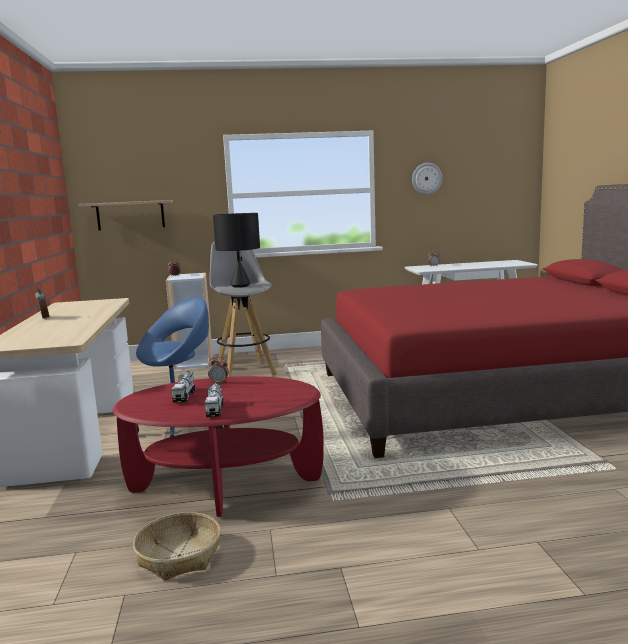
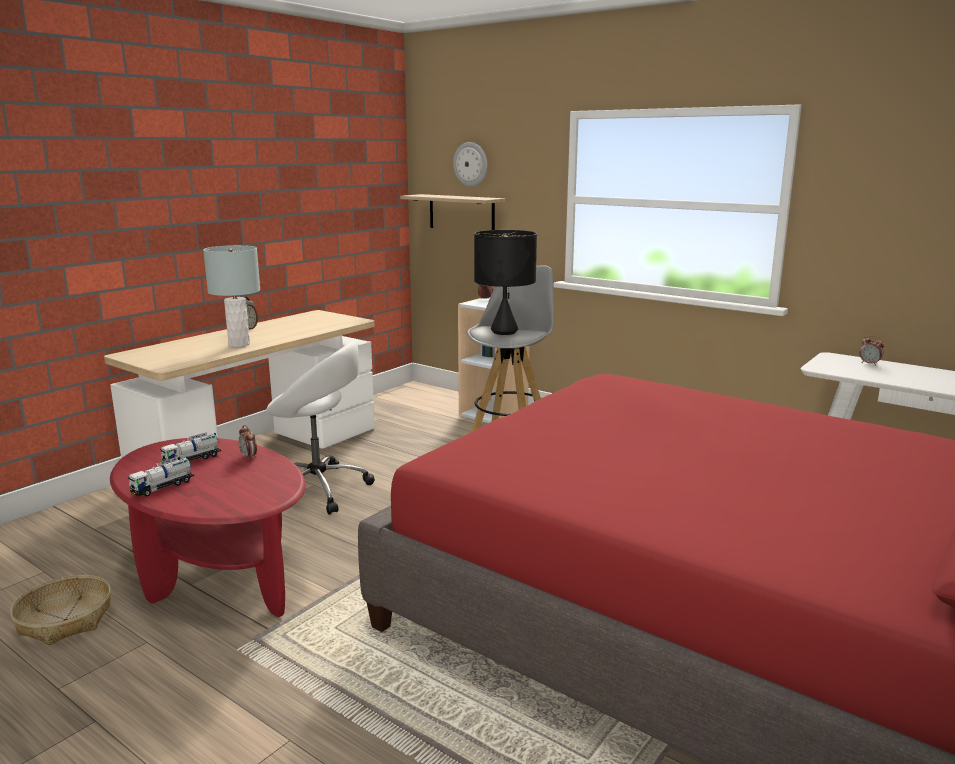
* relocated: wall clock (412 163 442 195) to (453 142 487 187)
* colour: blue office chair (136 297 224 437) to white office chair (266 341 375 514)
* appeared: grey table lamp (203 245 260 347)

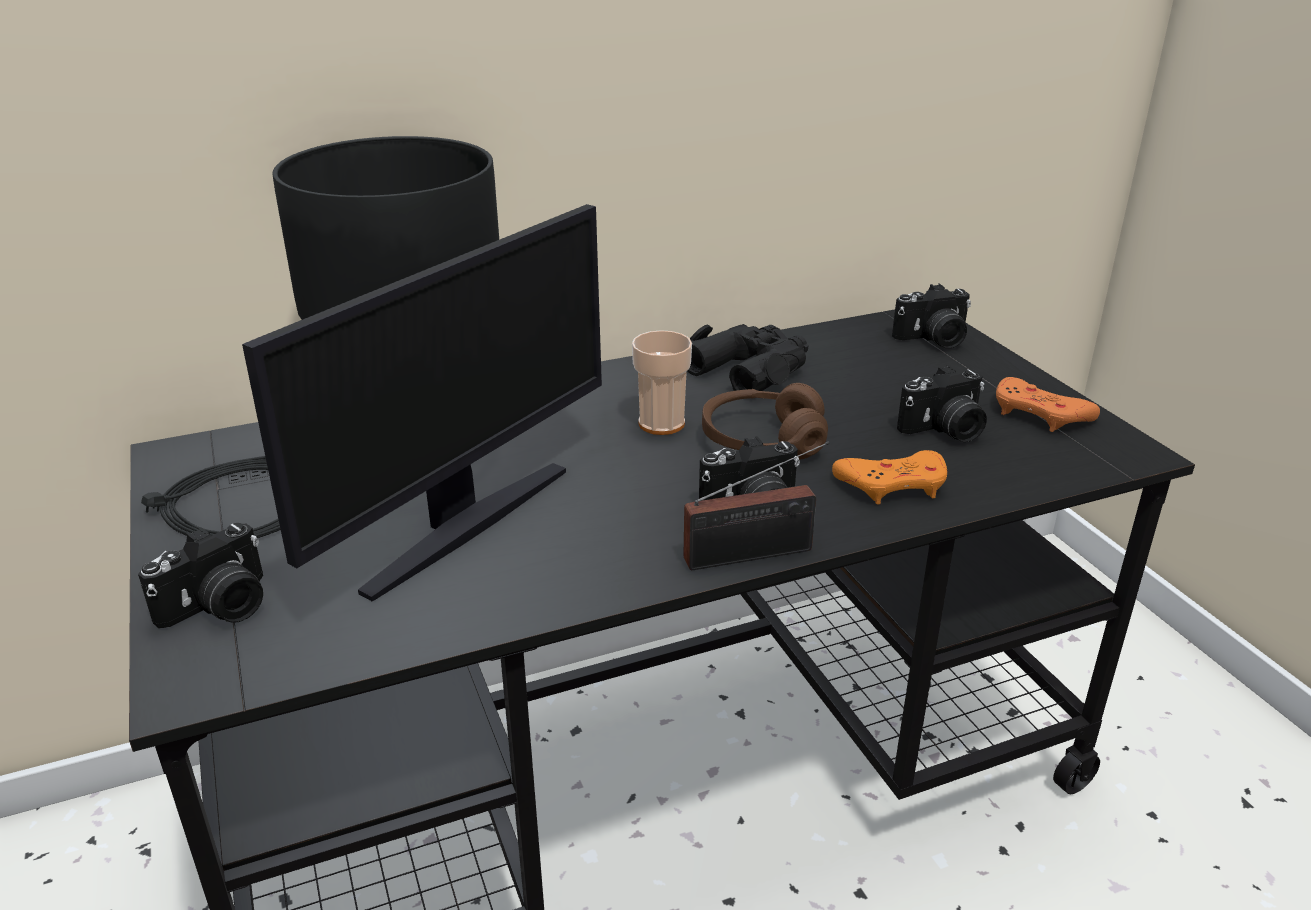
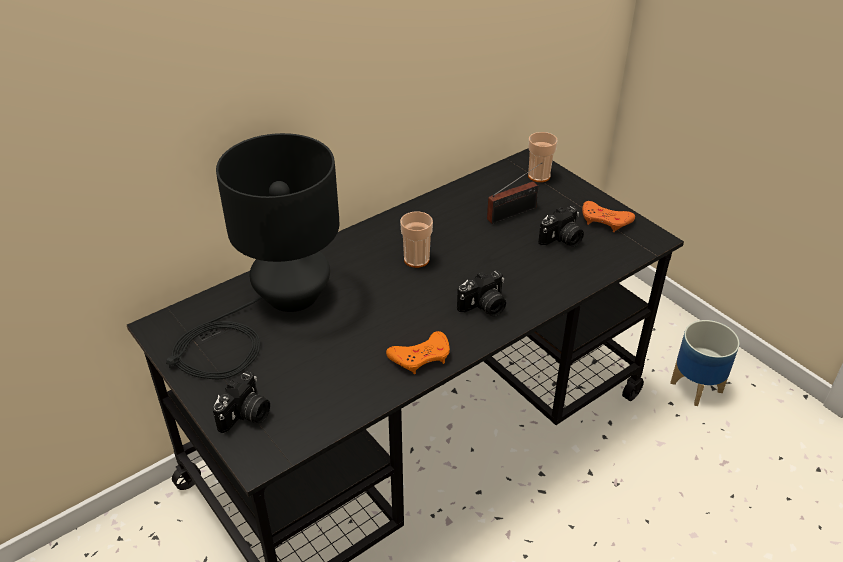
* missing: monitor (242 204 602 602)
* exchanged: photo camera (892 284 971 348) to cup (528 132 557 182)
* missing: black binoculars (687 324 809 391)
* missing: brown headphones (702 383 828 460)
* relocated: radio (683 441 830 570) to (487 163 542 224)
* relocated: orange game controller (832 450 947 504) to (386 331 450 374)
* appeared: planter (671 320 740 406)

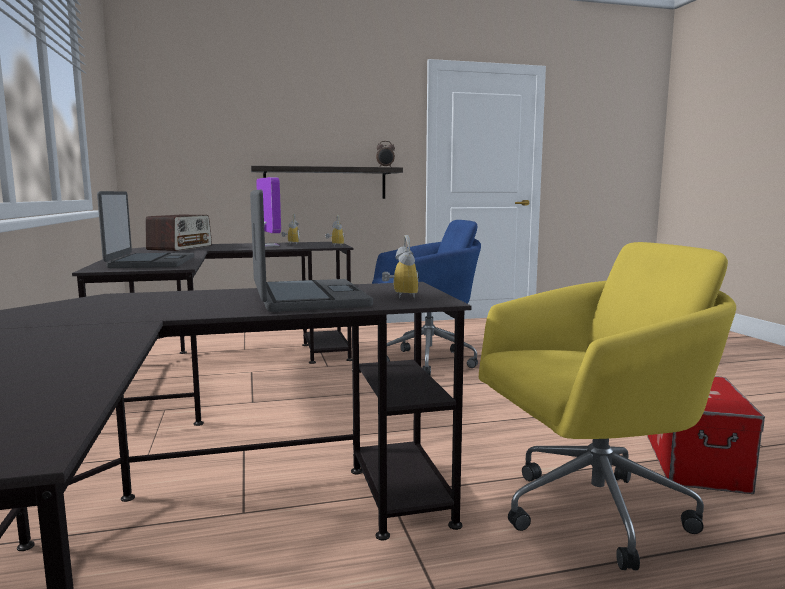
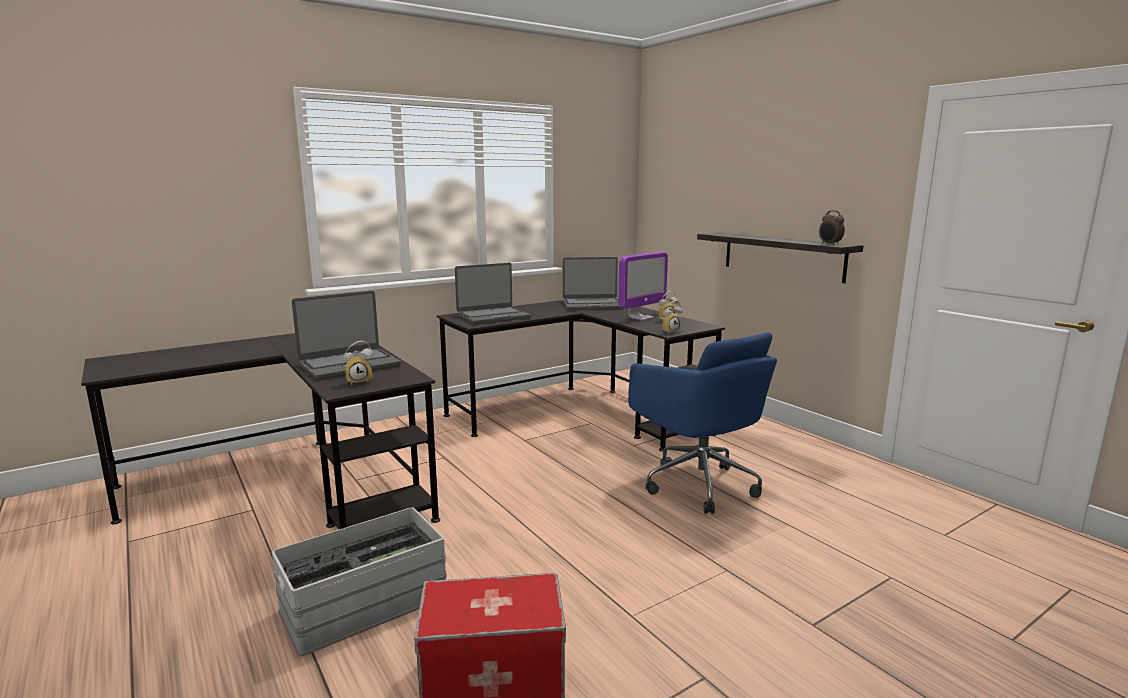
* exchanged: radio (146 215 212 251) to laptop (563 257 624 310)
* exchanged: yellow office chair (479 242 736 570) to grey storage box (272 507 447 656)

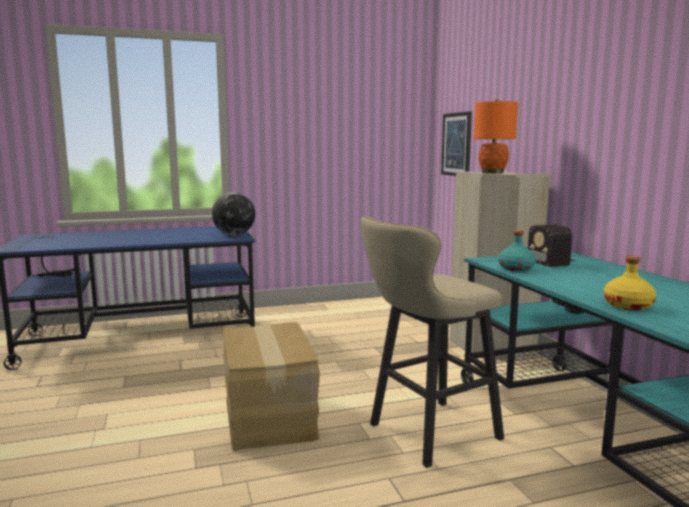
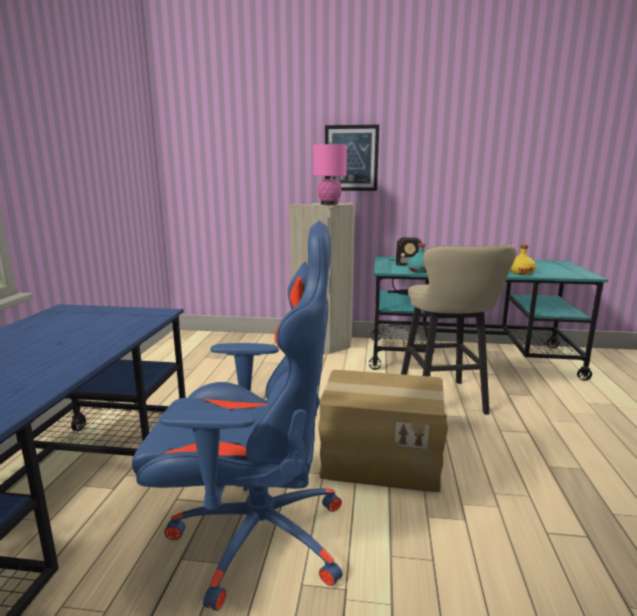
* colour: orange table lamp (474 99 518 174) to pink table lamp (313 142 347 205)
* relocated: picture (441 111 472 176) to (325 125 379 191)
* missing: globe (212 193 255 235)
* appeared: blue office chair (132 220 342 611)

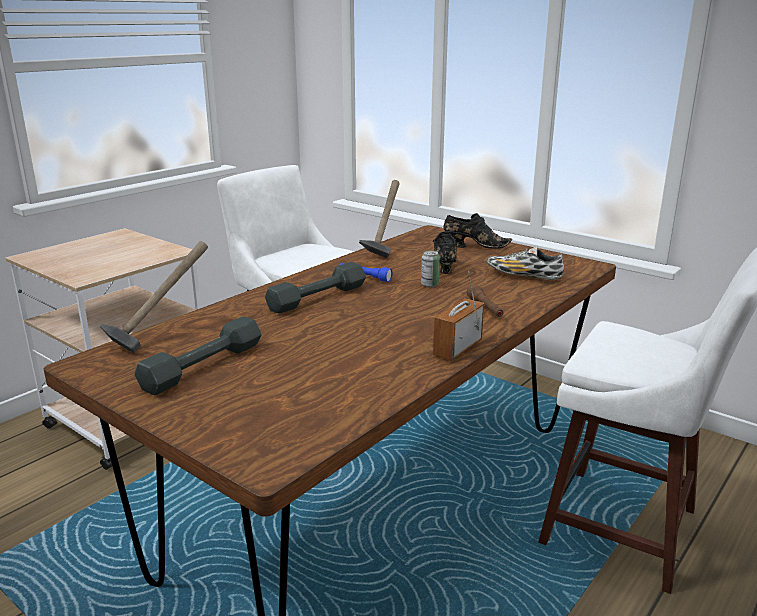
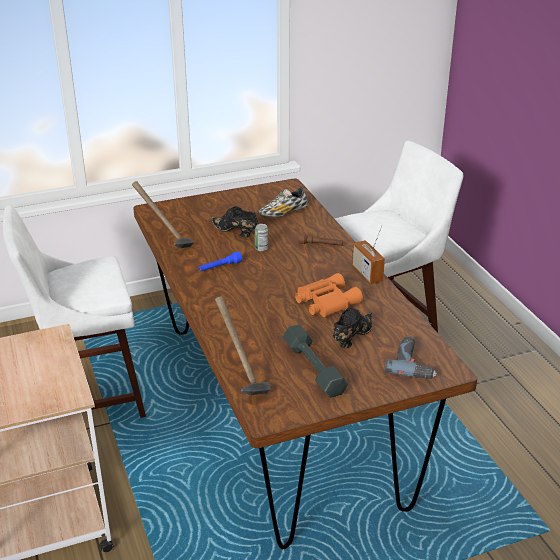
* relocated: black shoe (443 213 512 249) to (333 308 372 348)
* missing: grey dumbbell (265 262 366 313)
* appeared: orange binoculars (295 273 363 317)
* appeared: power drill (384 337 437 379)

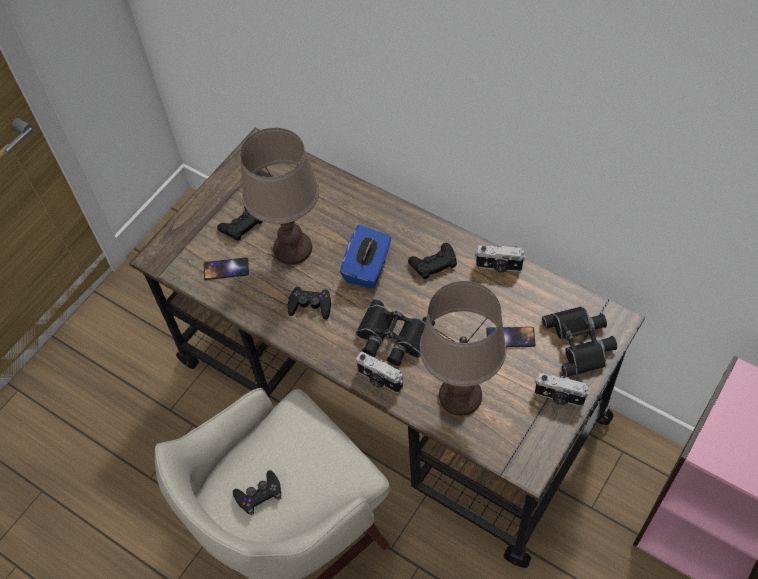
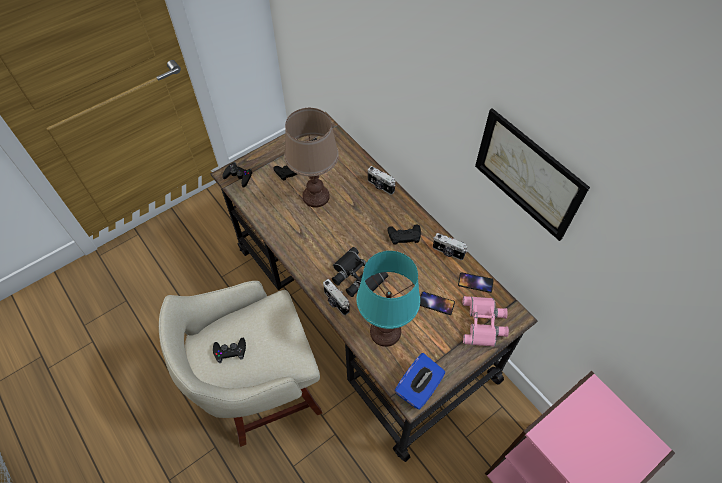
* relocated: blue tissue box (340 225 391 288) to (395 353 445 409)
* relocated: phone (204 257 249 280) to (458 272 493 293)
* colour: brown table lamp (420 281 506 416) to turquoise table lamp (356 251 420 347)
* relocated: black game controller (288 286 331 320) to (222 162 252 188)
* colour: black binoculars (542 306 617 377) to pink binoculars (463 296 509 347)
* relocated: photo camera (535 373 589 407) to (368 166 396 195)
* appeared: picture (475 108 590 241)

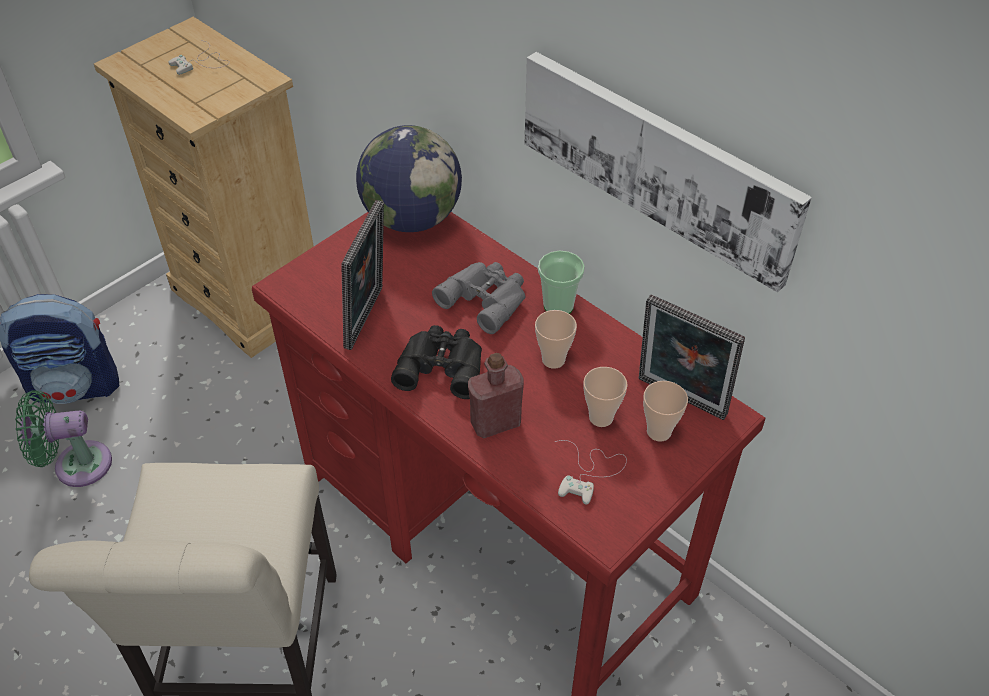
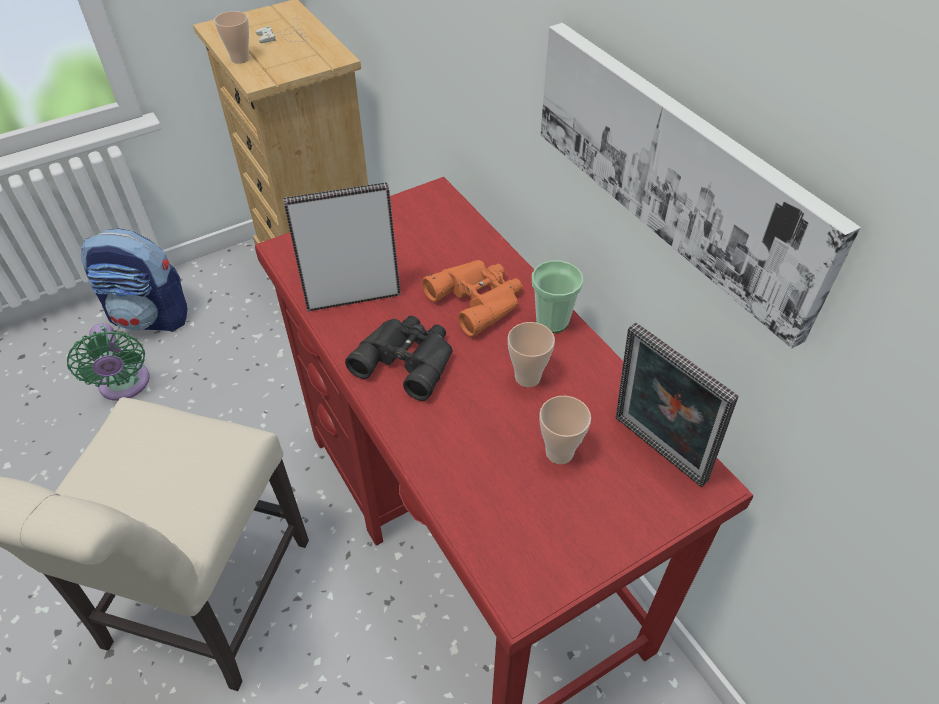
* missing: globe (356 125 462 232)
* spun: picture frame (341 200 384 350) = (283 182 401 311) 135 degrees counterclockwise
* colour: grey binoculars (432 262 525 334) to orange binoculars (422 260 523 337)
* missing: red bottle (468 353 524 439)
* relocated: cup (643 381 688 442) to (214 11 250 64)
* spun: green fan (15 390 112 487) = (67 323 150 401) 120 degrees counterclockwise
* missing: white game controller (555 440 627 505)

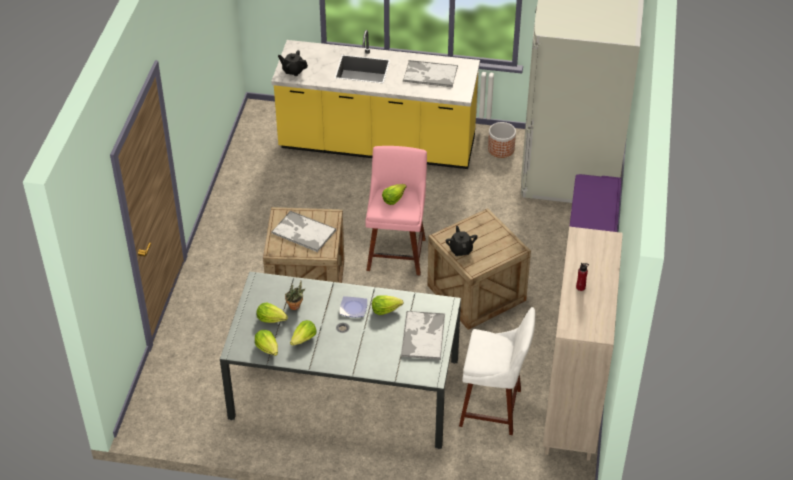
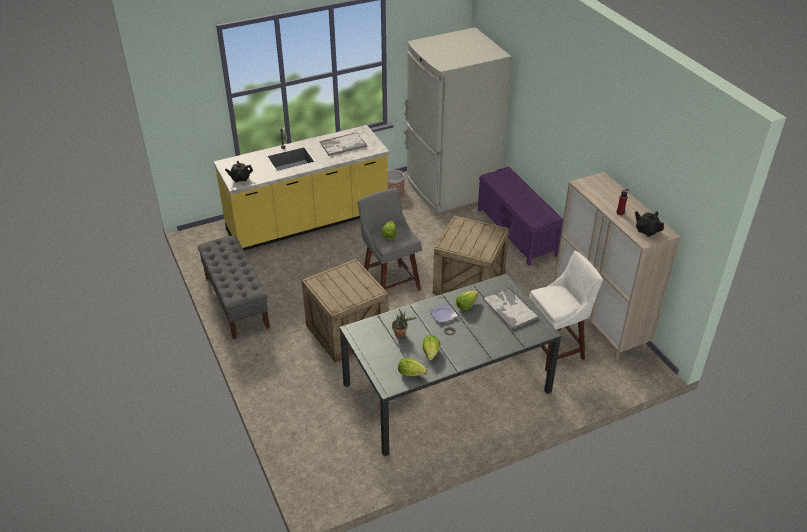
* colour: pink stool (365 146 427 275) to grey stool (358 188 422 291)
* missing: tray (271 210 336 252)
* relocated: black teapot (445 226 477 256) to (635 211 664 237)
* missing: lettuce (257 302 288 323)
* appeared: grey bench (198 235 270 339)

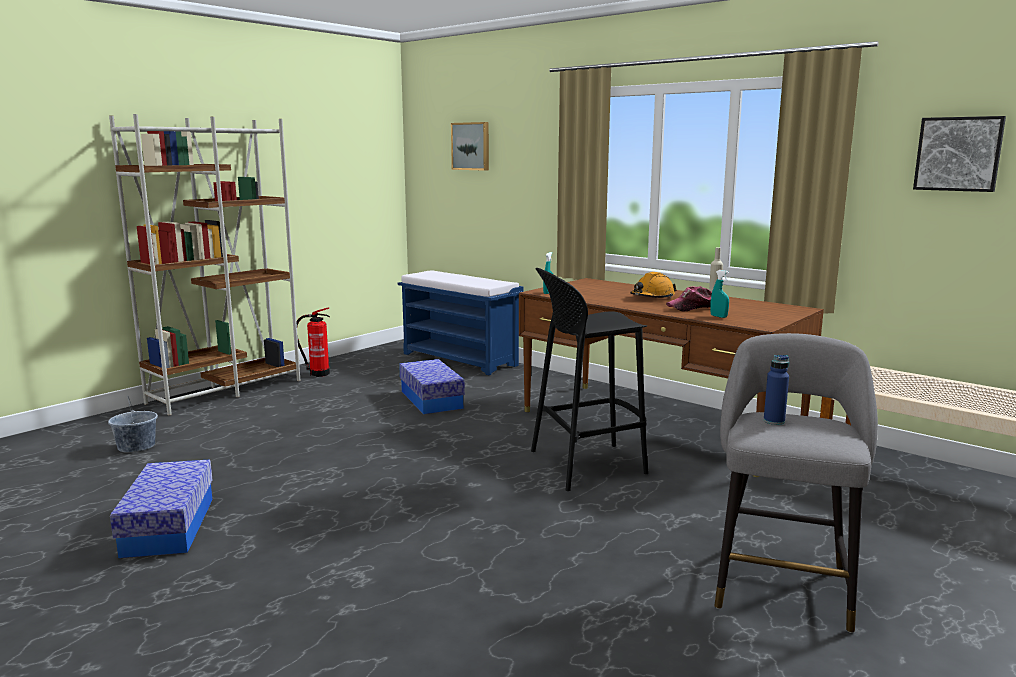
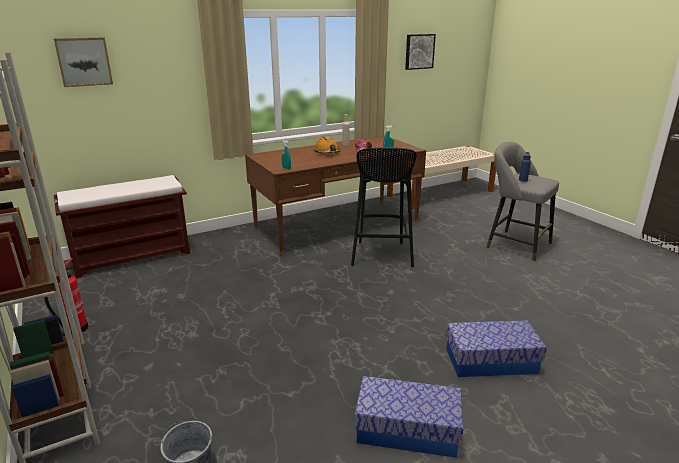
* colour: blue bench (398 270 524 375) to brown bench (54 175 190 279)
* relocated: storage box (399 359 465 414) to (446 320 547 377)

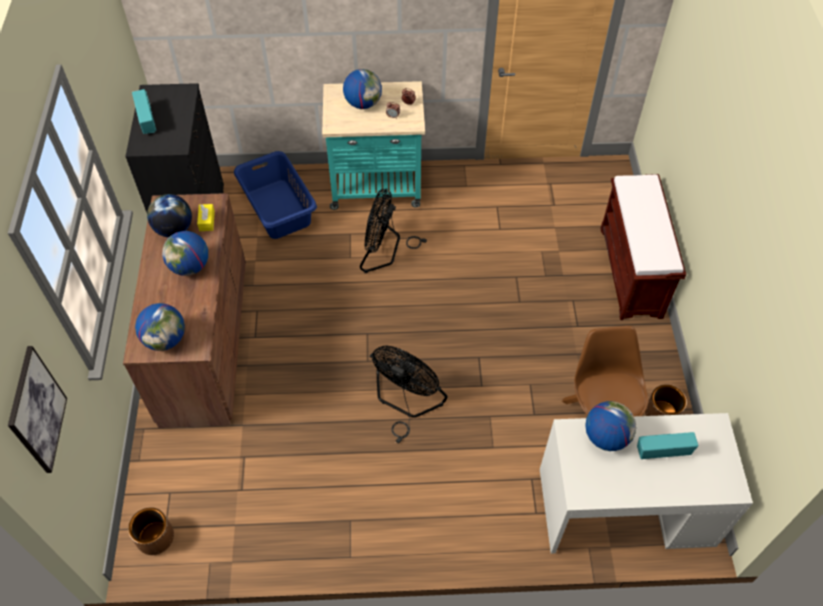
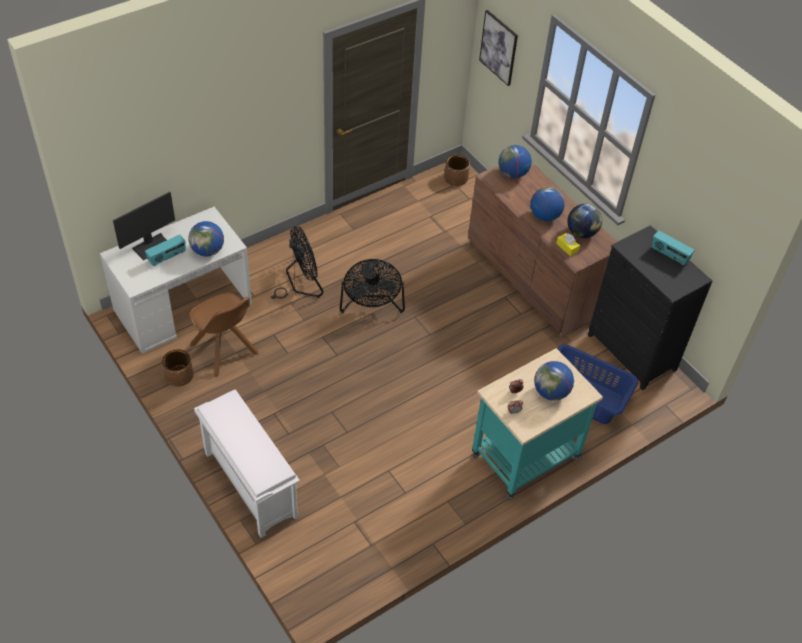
* colour: brown bench (600 174 686 320) to white bench (194 390 300 538)
* relocated: black fan (360 188 427 273) to (270 226 323 299)
* appeared: monitor (113 192 175 261)

